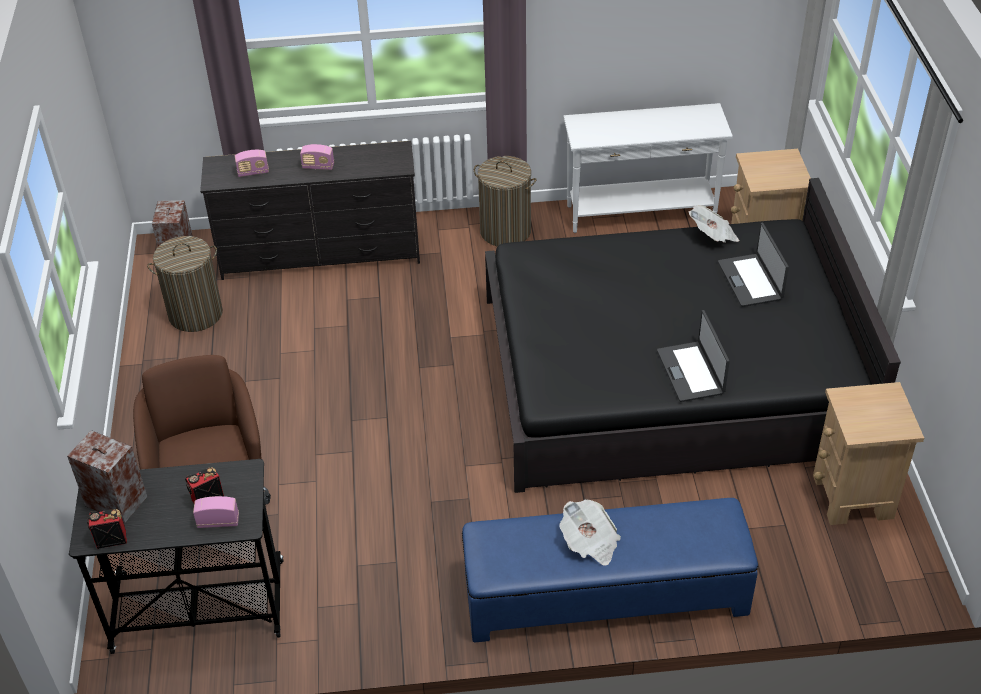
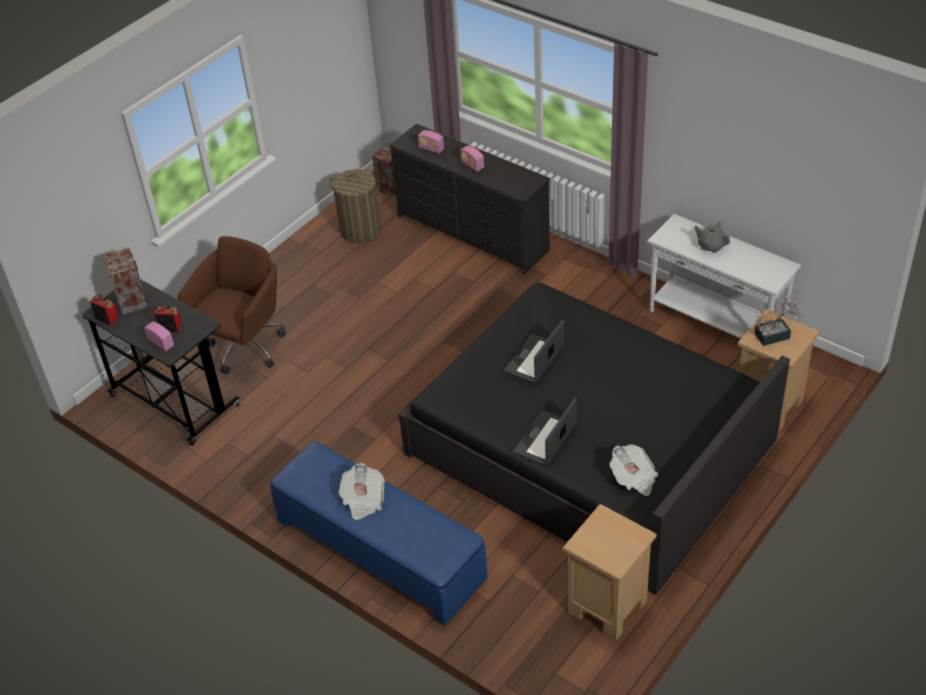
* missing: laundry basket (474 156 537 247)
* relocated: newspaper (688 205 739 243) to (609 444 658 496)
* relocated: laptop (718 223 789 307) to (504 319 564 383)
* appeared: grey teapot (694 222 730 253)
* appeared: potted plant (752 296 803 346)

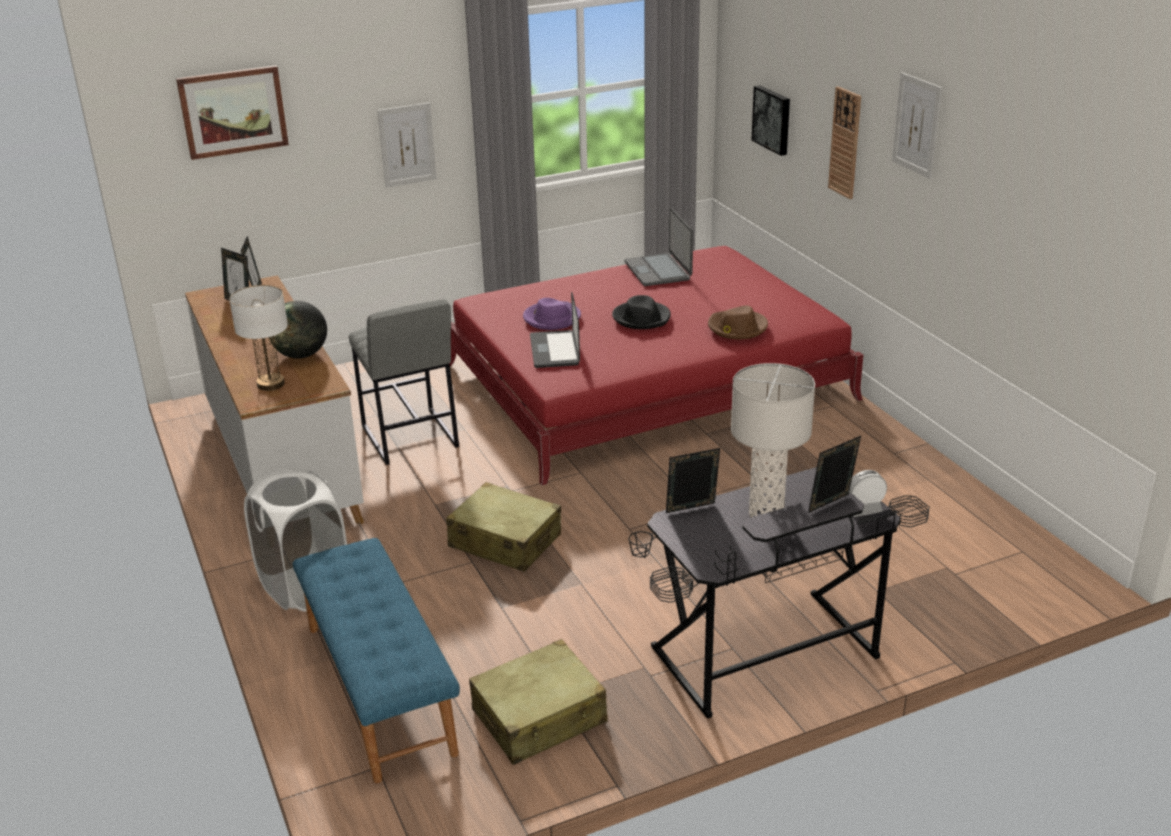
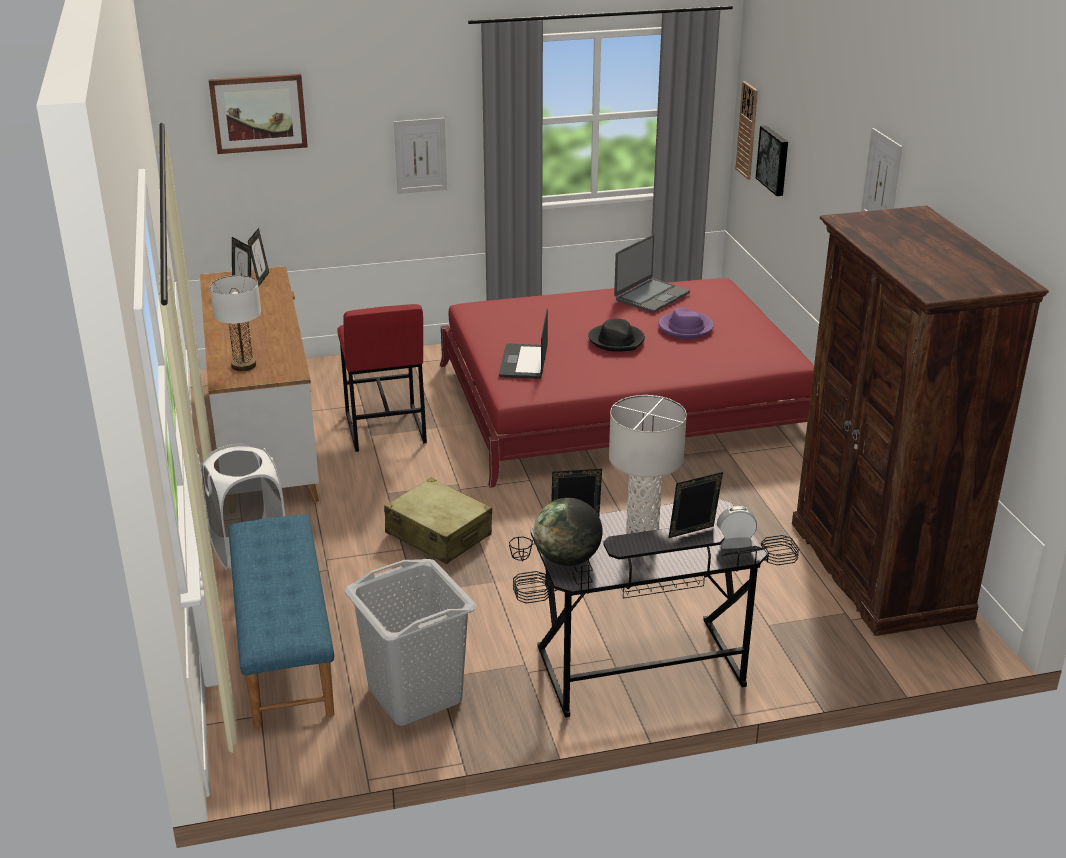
* relocated: wall clock (828 86 861 199) to (735 81 758 180)
* spun: laptop (624 208 693 286) = (614 235 690 313) 135 degrees counterclockwise
* relocated: purple hat (523 298 581 330) to (658 308 714 339)
* colour: grey chair (349 300 459 465) to red chair (337 304 427 452)
* relocated: globe (269 301 327 359) to (533 498 603 566)
* missing: brown hat (708 306 768 340)
* exchanged: beige suitcase (469 639 608 765) to grey laundry basket (344 559 476 726)
* appeared: brown wardrobe (792 206 1049 636)

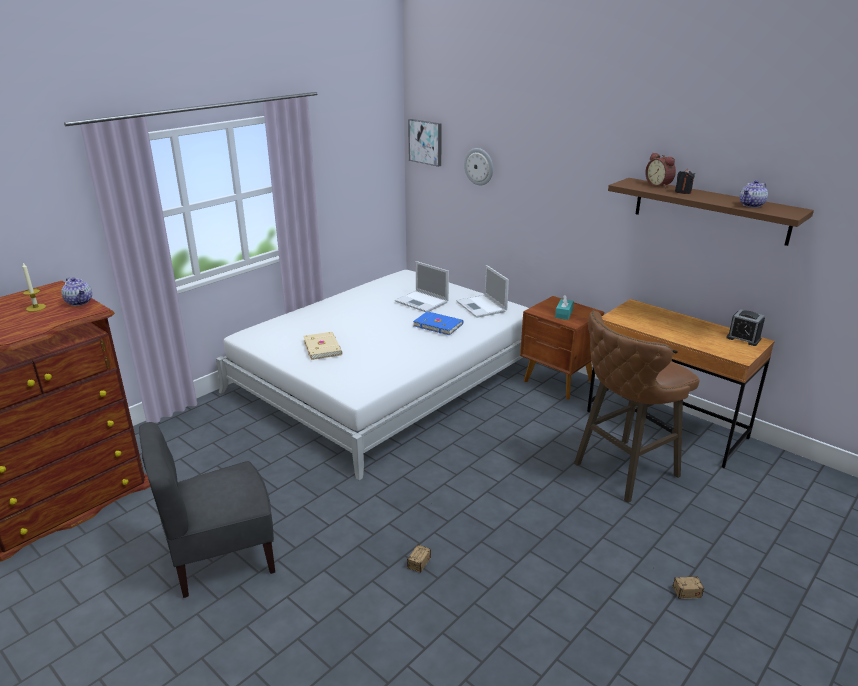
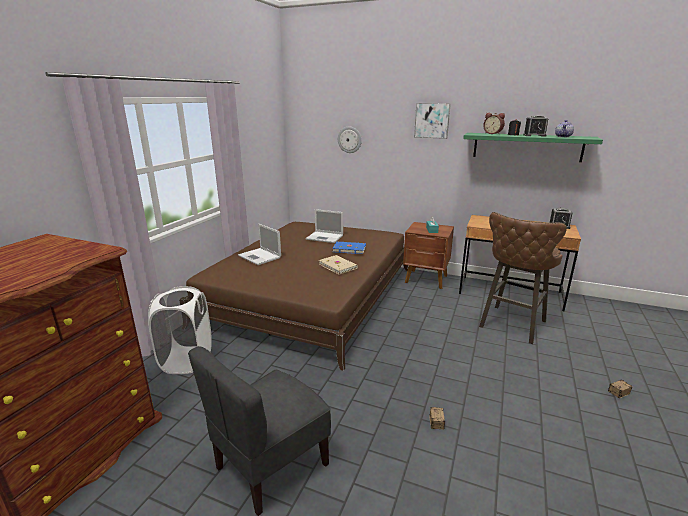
* relocated: picture (408 119 442 167) to (414 103 451 139)
* colour: brown shelf (608 178 814 246) to green shelf (463 133 603 162)
* missing: candle (22 263 46 312)
* relocated: laptop (456 265 509 318) to (238 224 281 265)
* colour: white bed (216 270 529 480) to brown bed (186 222 408 371)
* missing: teapot (61 277 92 306)
* relocated: beige book (303 332 342 360) to (319 255 358 275)
* appeared: alarm clock (523 115 548 137)
* appeared: white laundry basket (148 286 212 374)

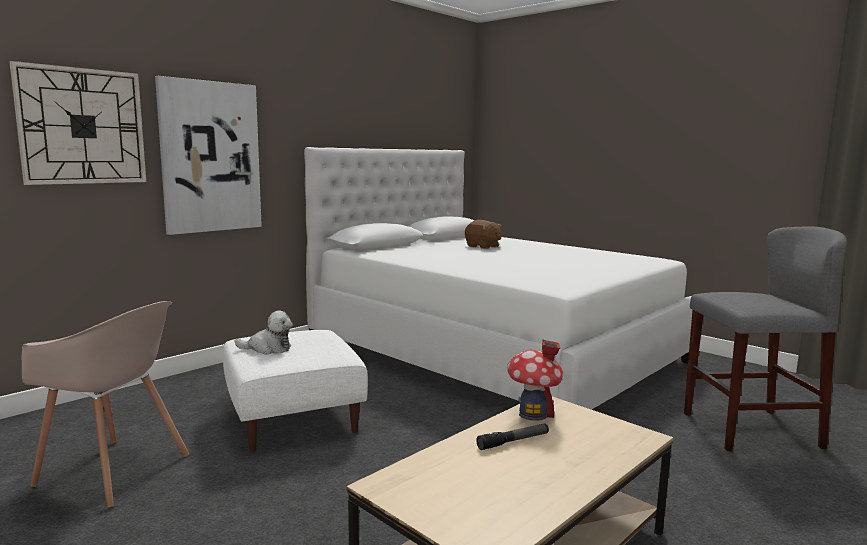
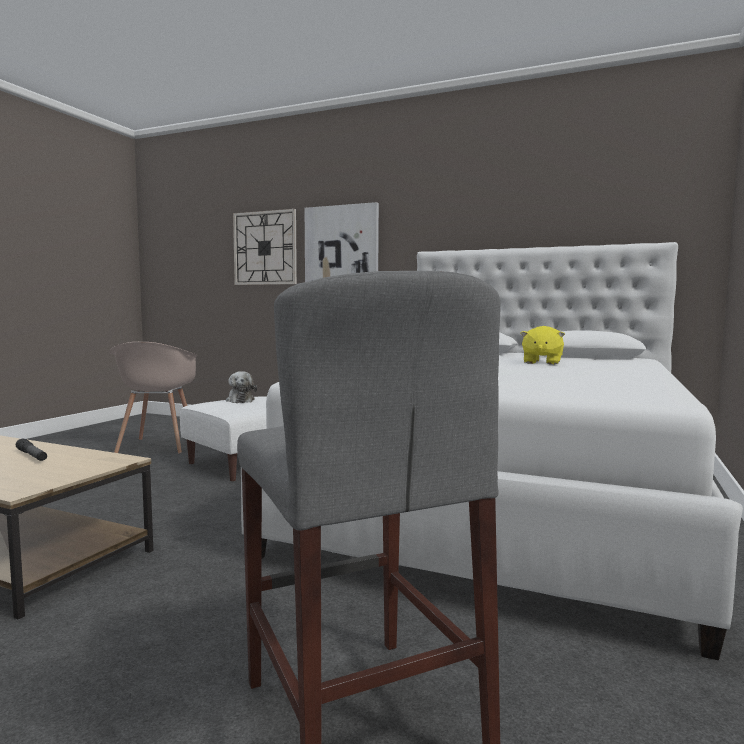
* colour: brown plush toy (465 220 501 249) to yellow plush toy (520 326 565 365)
* missing: toy house (507 340 564 421)

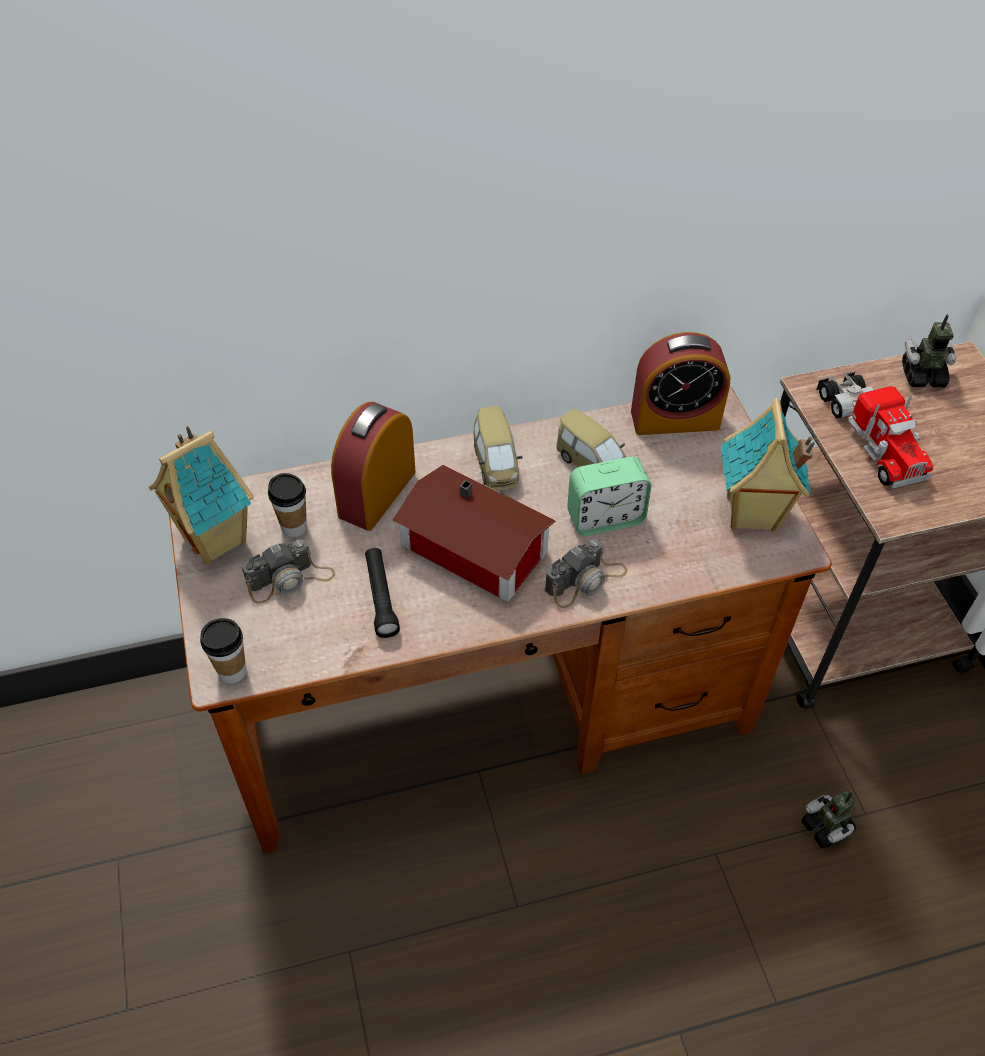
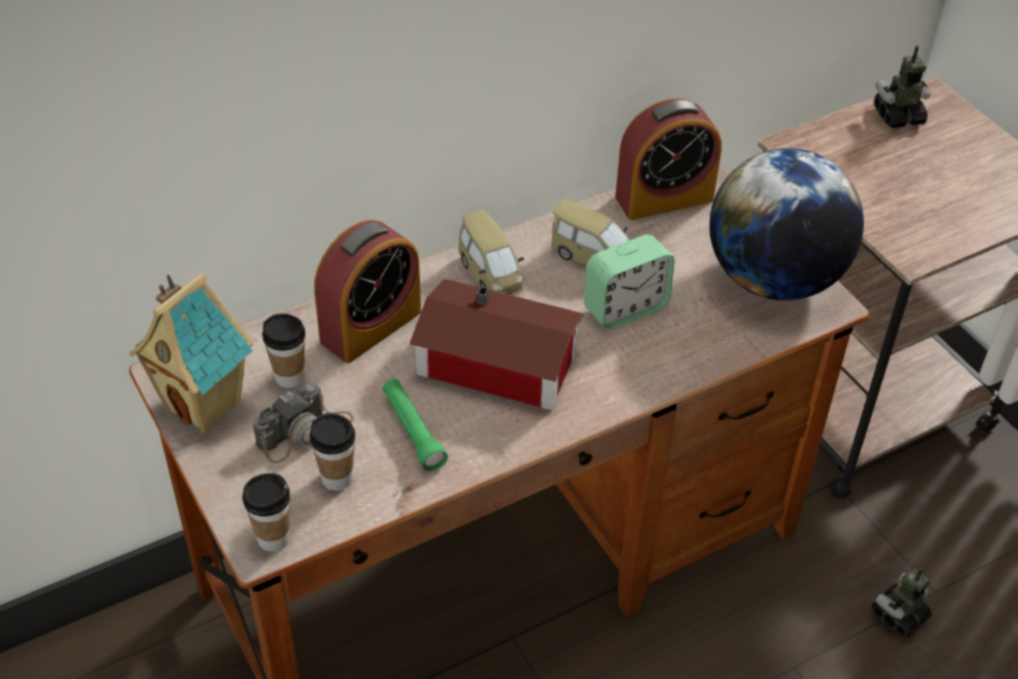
* missing: toy truck (816 371 933 489)
* exchanged: toy house (721 398 815 532) to globe (709 148 864 301)
* spun: alarm clock (331 402 416 531) = (314 220 421 363) 150 degrees counterclockwise
* missing: photo camera (545 539 628 608)
* colour: black flashlight (365 548 400 638) to green flashlight (383 379 448 471)
* spun: toy robot (801 790 856 848) = (872 568 932 637) 90 degrees clockwise
* appeared: cup (310 413 356 491)

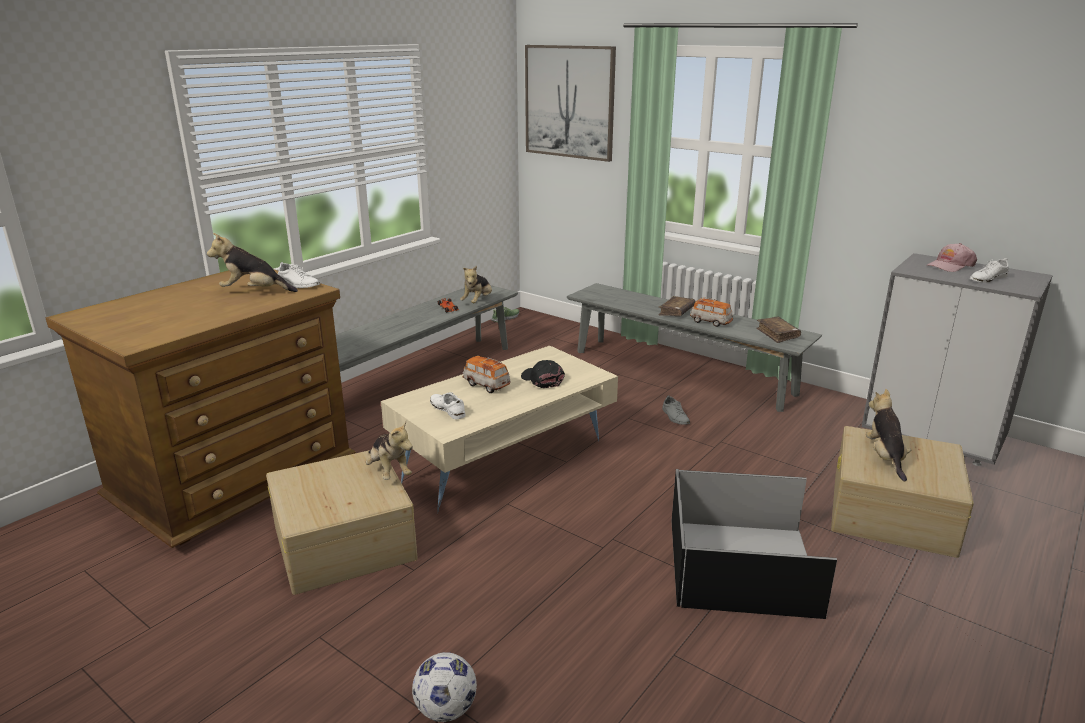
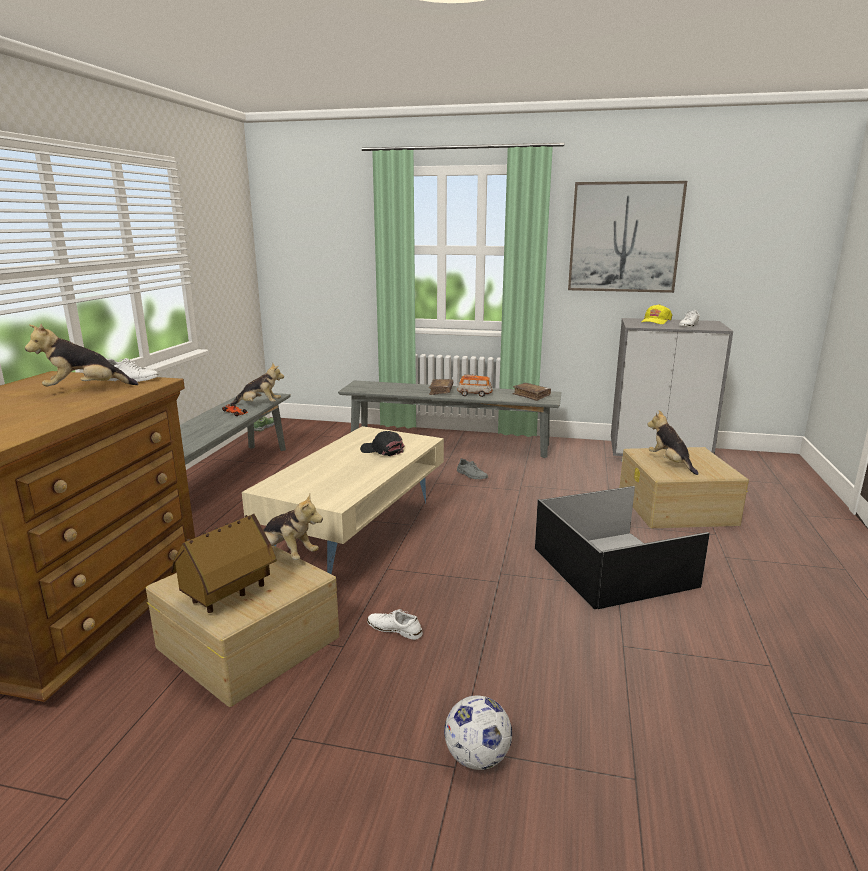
* relocated: picture (525 45 616 162) to (568 181 687 293)
* colour: pink cap (927 243 977 272) to yellow cap (641 304 672 324)
* spun: plush toy (460 266 492 303) = (230 363 284 406) 90 degrees counterclockwise
* missing: toy car (463 356 511 393)
* relocated: white shoe (430 392 466 419) to (367 609 423 640)
* appeared: toy house (171 514 277 613)

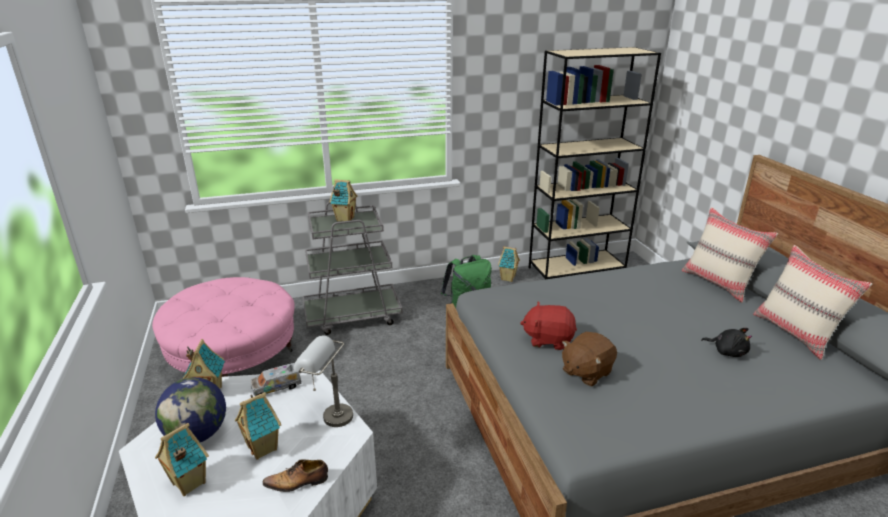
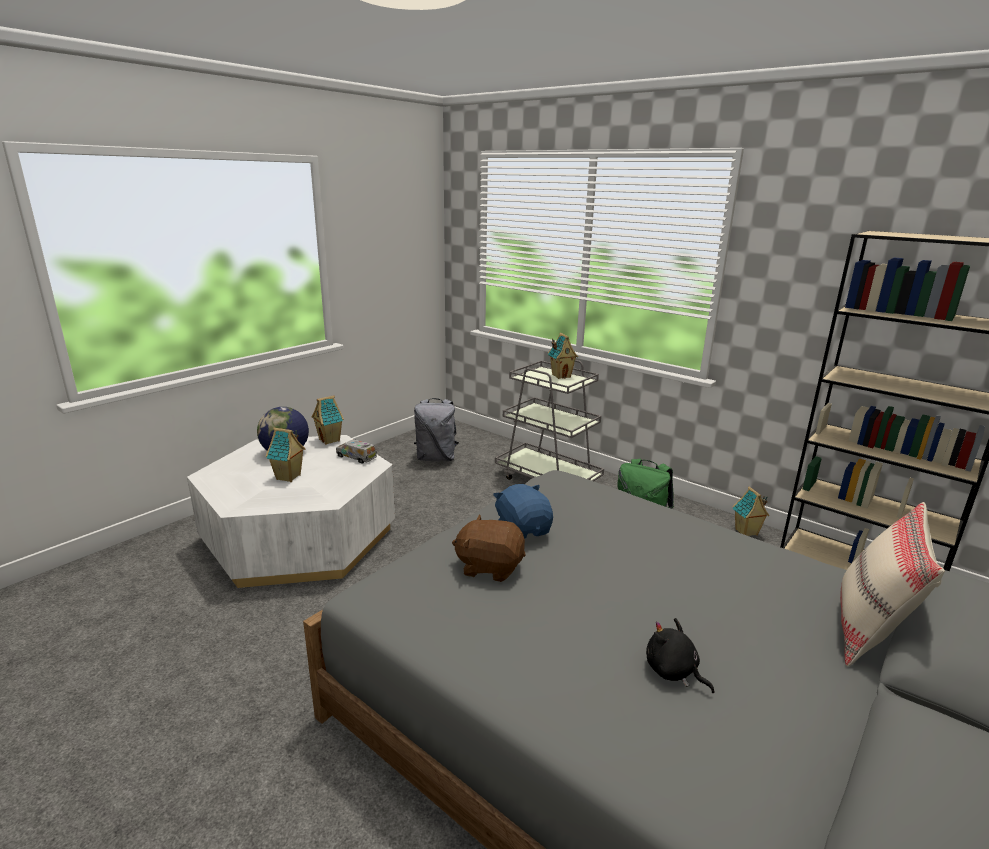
* missing: beige pillow (753 245 872 360)
* exchanged: pink ottoman (152 277 295 377) to grey backpack (414 398 459 461)
* colour: red plush toy (520 302 577 350) to blue plush toy (493 484 553 539)
* spun: black plush toy (701 328 752 357) = (646 618 714 693) 135 degrees clockwise
* missing: grey table lamp (293 336 353 427)
* missing: toy house (155 423 209 496)
* missing: shoe (263 459 328 492)

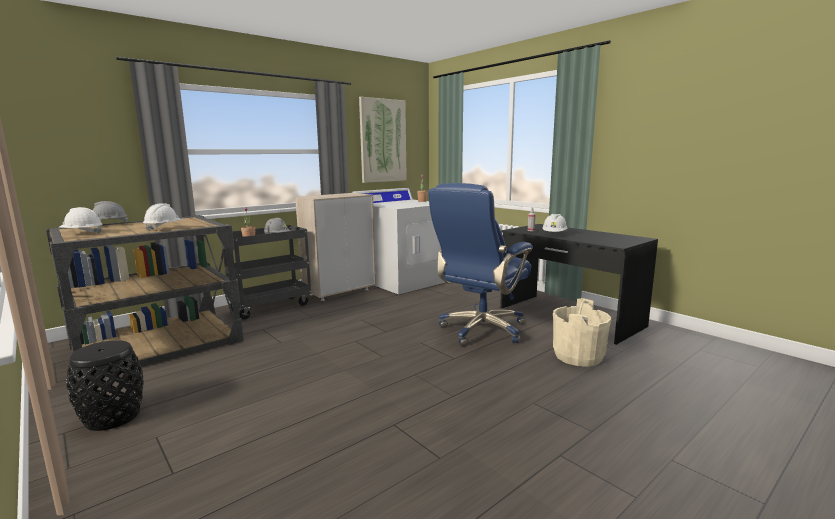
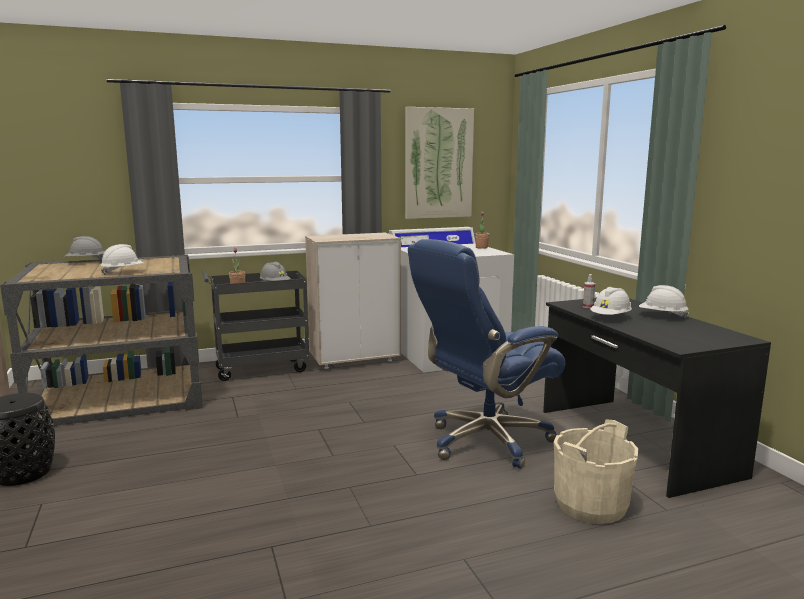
* relocated: white hard hat (60 207 103 234) to (639 285 689 319)

